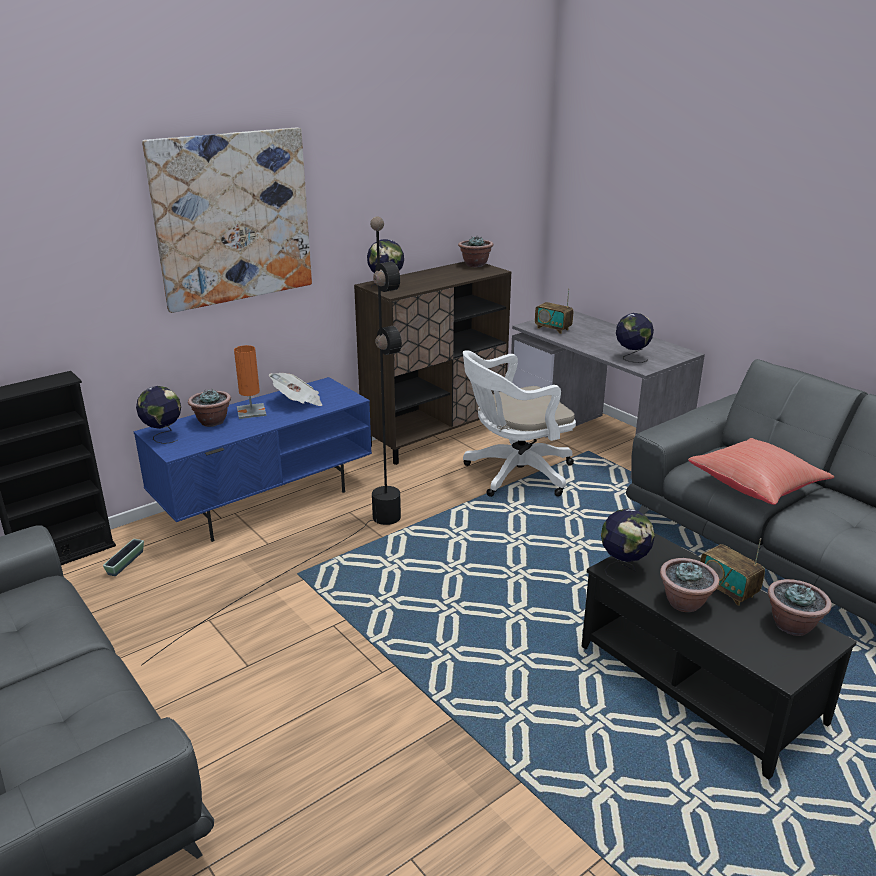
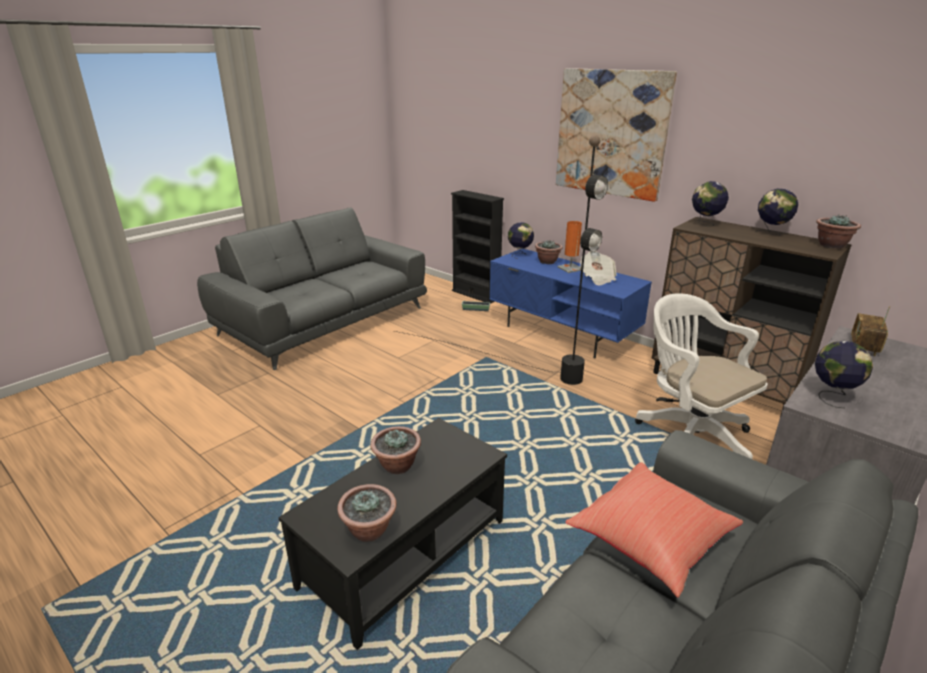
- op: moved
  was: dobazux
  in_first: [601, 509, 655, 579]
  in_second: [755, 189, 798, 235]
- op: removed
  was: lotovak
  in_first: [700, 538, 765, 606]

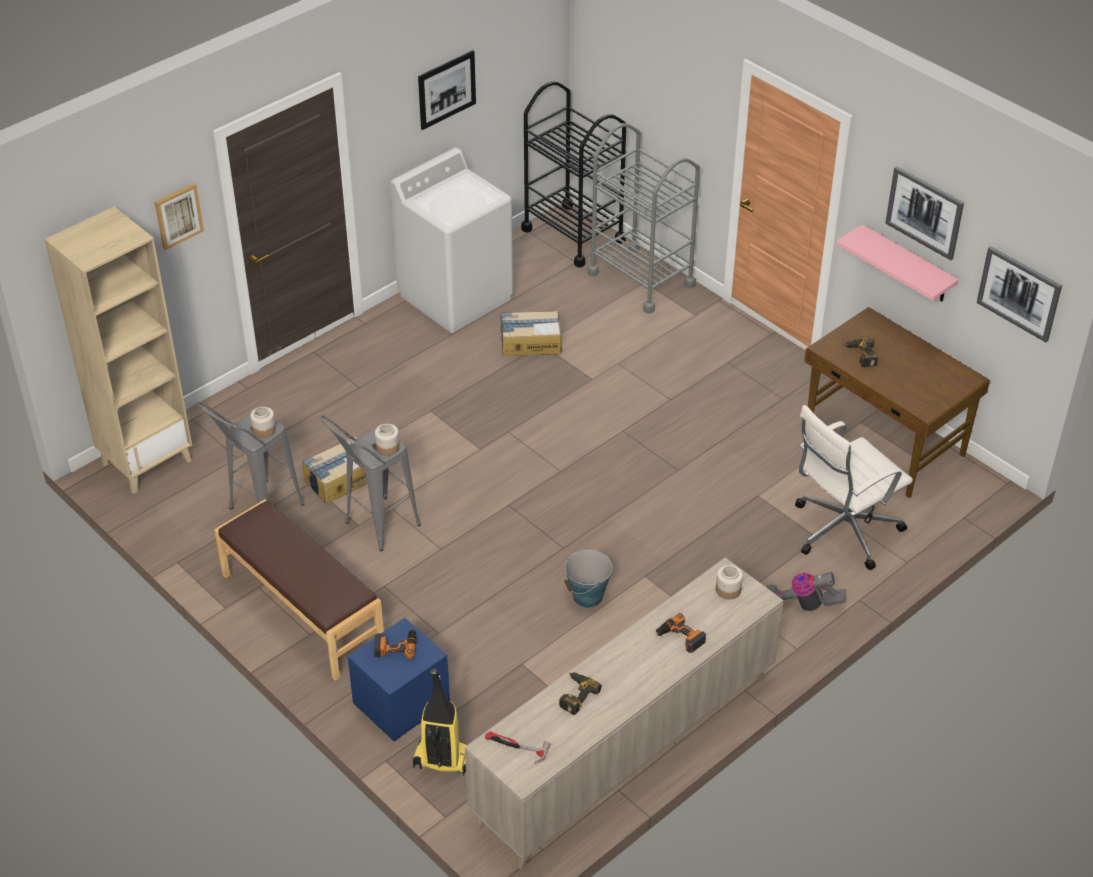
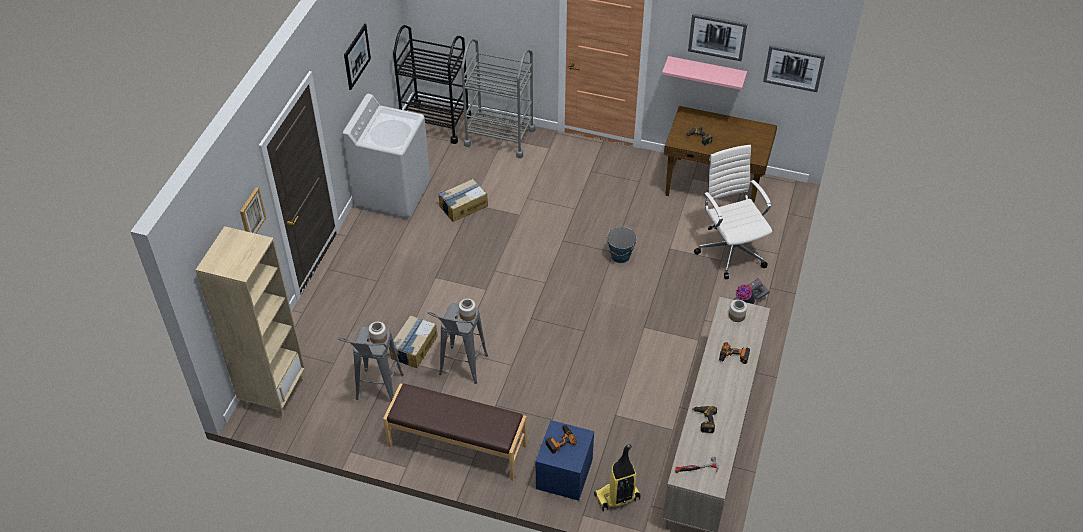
- op: moved
  was: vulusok
  in_first: [565, 549, 612, 608]
  in_second: [606, 227, 637, 263]
- op: turned
  was: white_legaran
  in_first: [795, 405, 913, 570]
  in_second: [694, 145, 772, 279]
  clockwise: 135

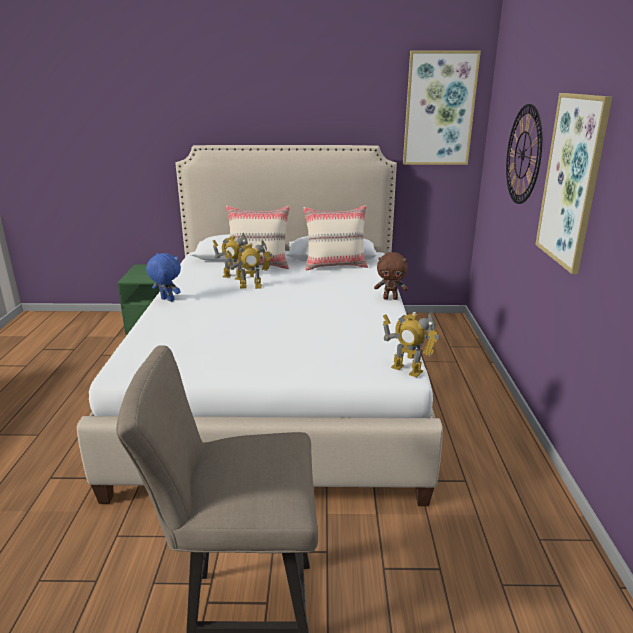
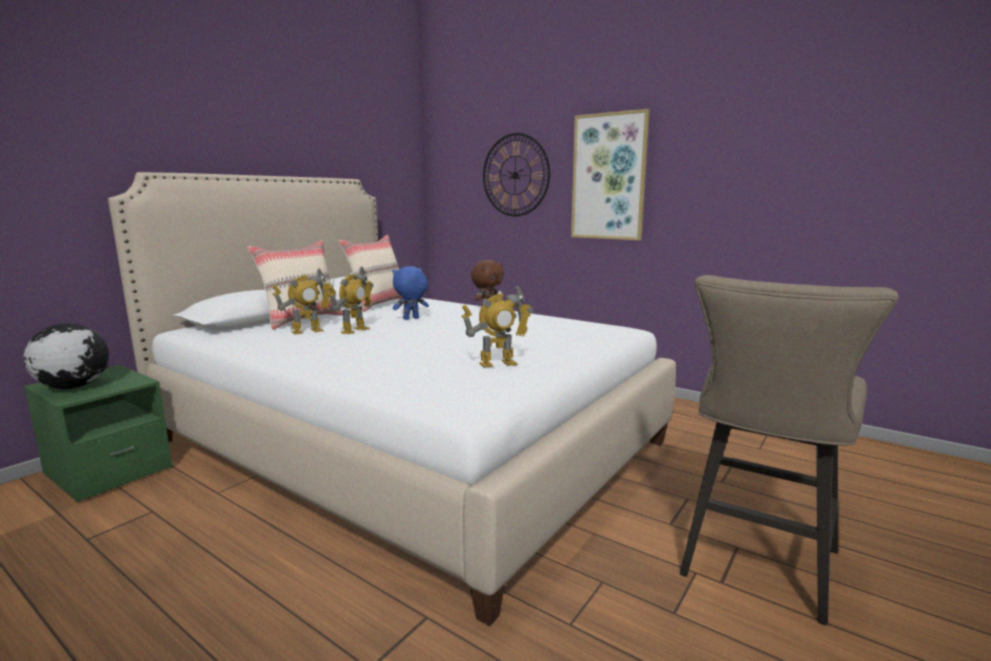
- op: added
  now: dobazux
  in_second: [24, 323, 109, 389]
- op: moved
  was: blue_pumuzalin
  in_first: [146, 253, 181, 301]
  in_second: [392, 266, 429, 320]
- op: moved
  was: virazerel
  in_first: [383, 312, 440, 377]
  in_second: [461, 285, 533, 368]
- op: removed
  was: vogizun
  in_first: [403, 50, 481, 165]

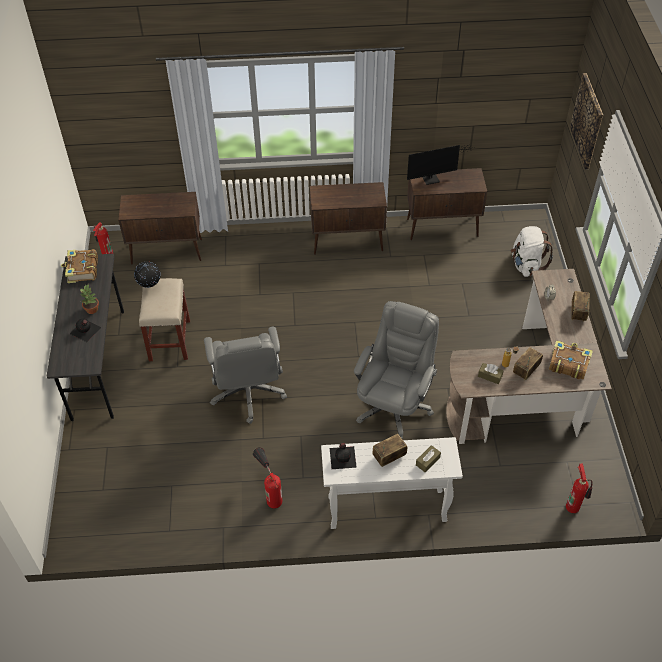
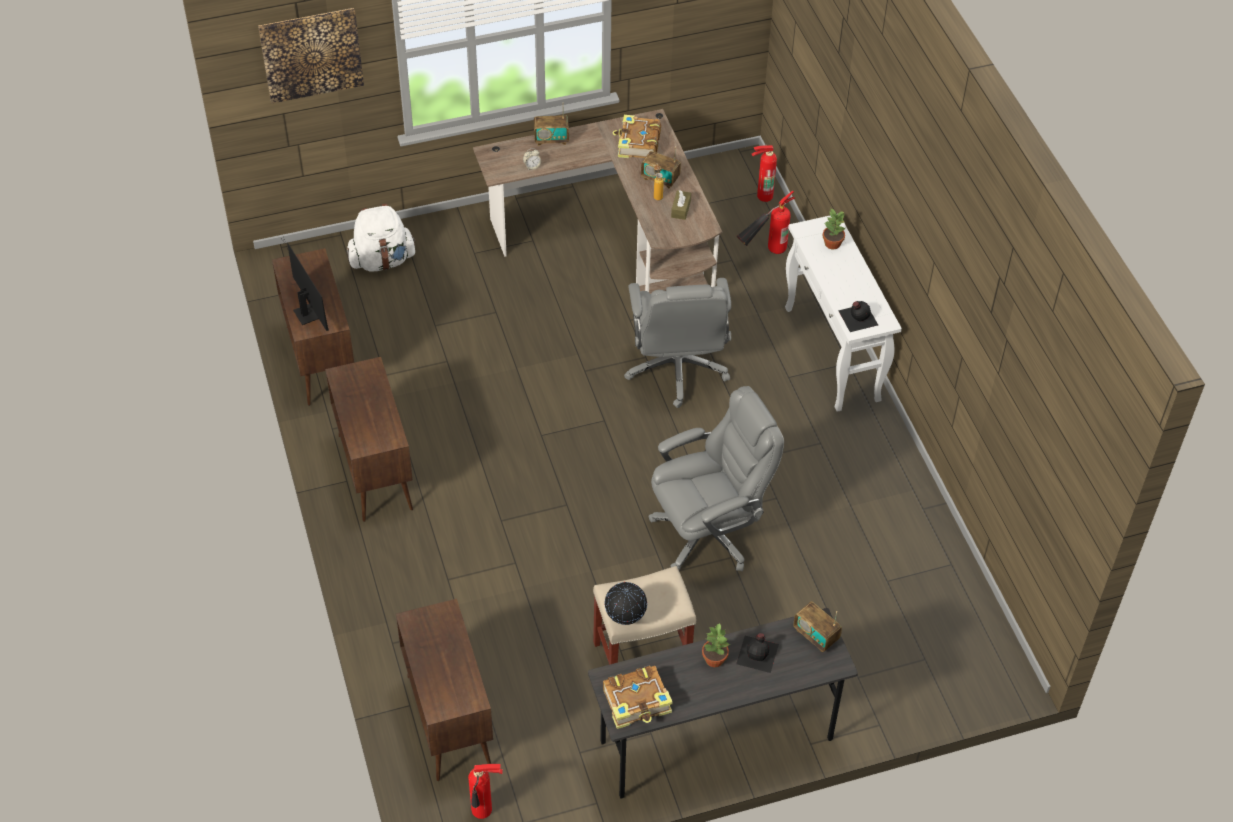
- op: turned
  was: grey_legaran
  in_first: [354, 301, 439, 439]
  in_second: [624, 278, 731, 408]
  clockwise: -105
- op: moved
  was: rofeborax
  in_first: [253, 447, 282, 509]
  in_second: [737, 190, 795, 254]
- op: moved
  was: lotovak
  in_first: [373, 434, 407, 467]
  in_second: [793, 601, 842, 652]
- op: replaced
  was: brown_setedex
  now: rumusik
  in_first: [416, 445, 441, 473]
  in_second: [823, 209, 845, 249]

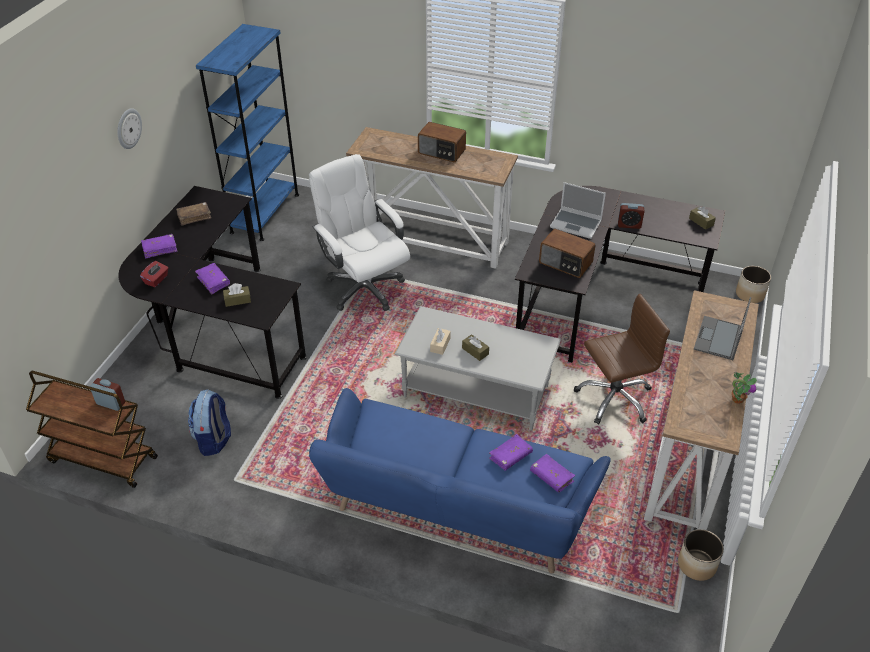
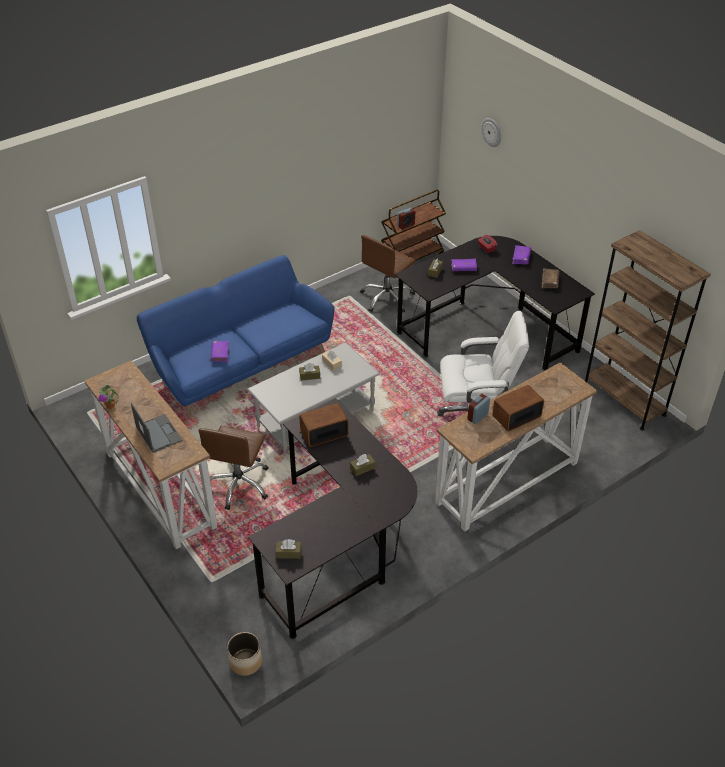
- op: replaced
  was: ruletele
  now: brown_setedex
  in_first: [550, 182, 606, 239]
  in_second: [350, 454, 375, 476]
- op: replaced
  was: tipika
  now: brown_legaran
  in_first: [188, 389, 231, 456]
  in_second: [360, 235, 416, 313]
- op: moved
  was: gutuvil
  in_first: [618, 203, 645, 229]
  in_second: [467, 394, 490, 424]
- op: moved
  was: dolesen
  in_first: [117, 108, 142, 149]
  in_second: [481, 118, 501, 147]
- op: recoloured
  was: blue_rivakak
  now: brown_rivakak
  in_first: [196, 24, 299, 241]
  in_second: [585, 230, 711, 431]
- op: removed
  was: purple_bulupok
  in_first: [530, 454, 575, 493]
- op: removed
  was: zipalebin
  in_first: [678, 529, 724, 581]

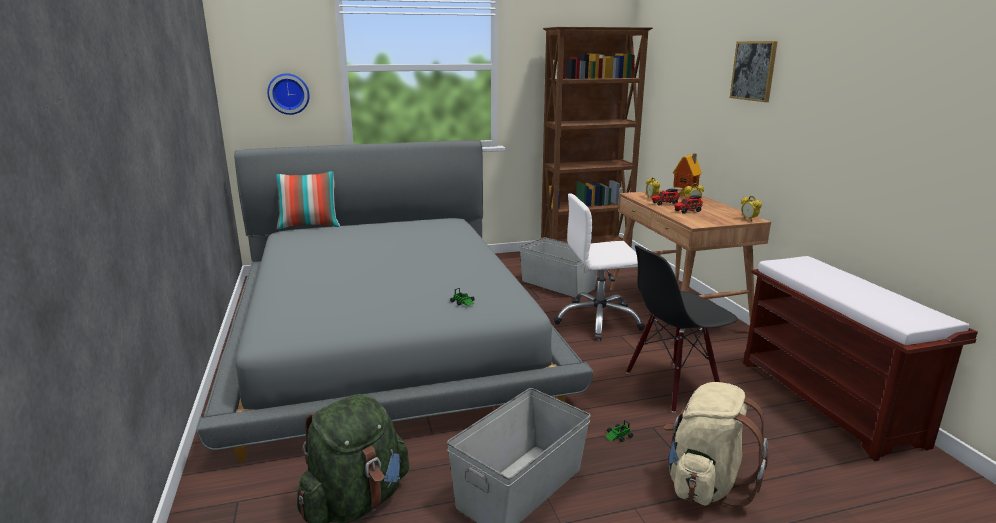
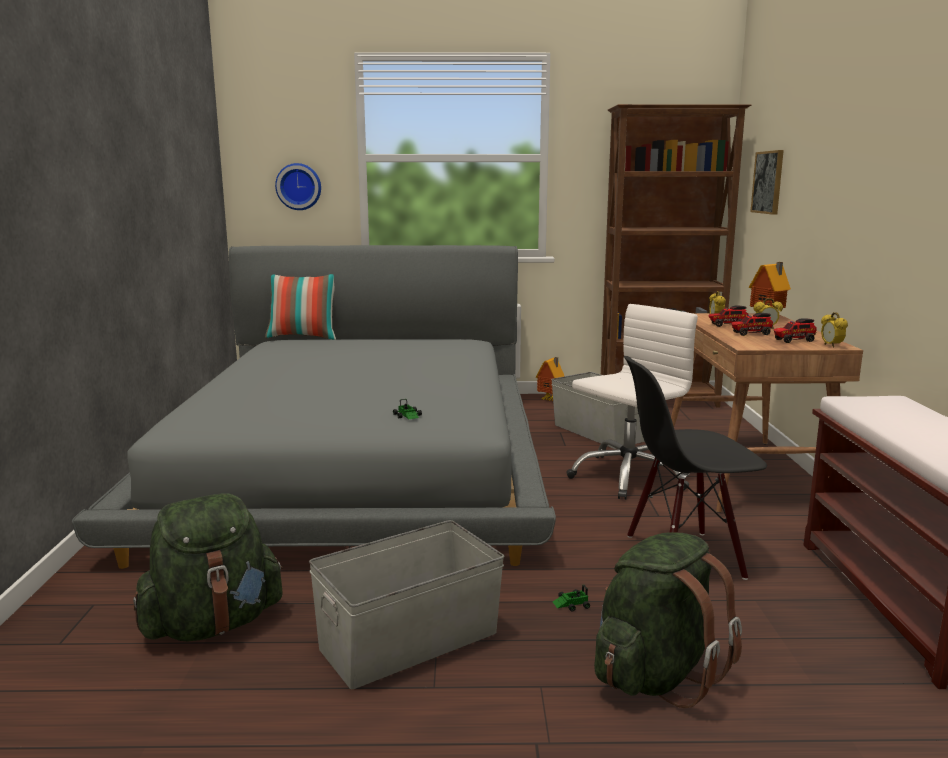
- op: added
  now: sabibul
  in_second: [536, 357, 564, 401]
- op: turned
  was: white_legaran
  in_first: [554, 193, 645, 341]
  in_second: [566, 304, 698, 500]
  clockwise: 135
- op: recoloured
  was: beige_tipika
  now: green_tipika
  in_first: [664, 382, 768, 507]
  in_second: [594, 532, 742, 708]
- op: moved
  was: vogizun
  in_first: [730, 41, 778, 102]
  in_second: [750, 150, 784, 215]
- op: added
  now: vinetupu
  in_second: [774, 318, 817, 343]

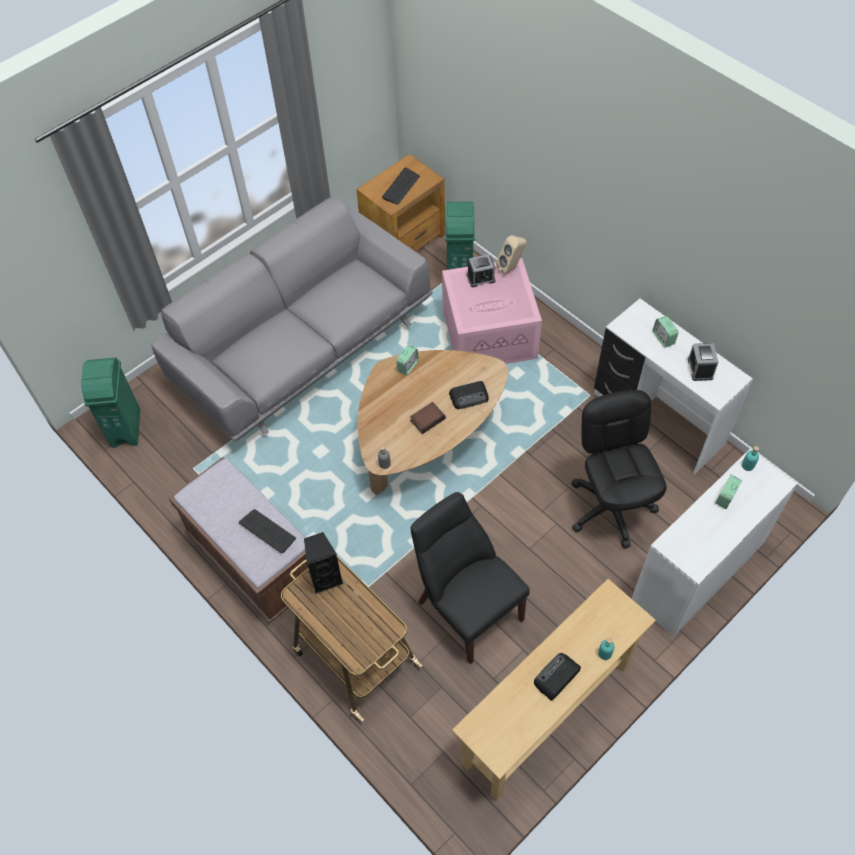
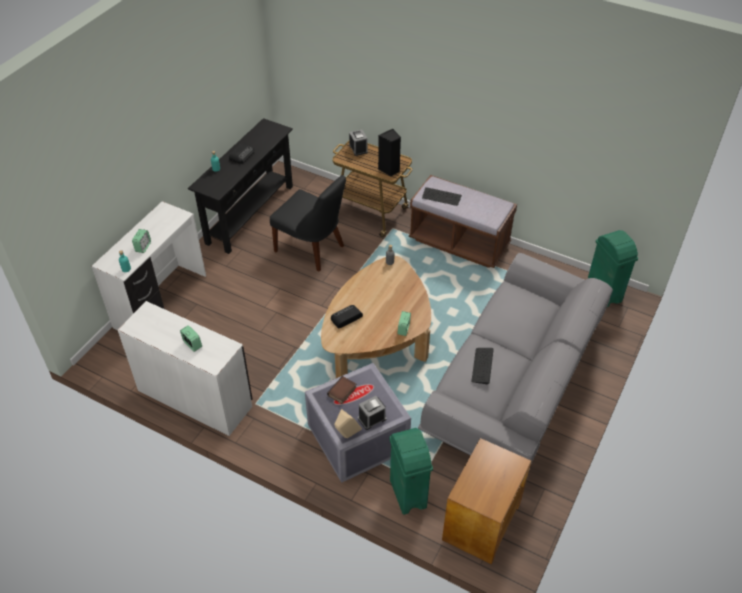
- op: recoloured
  was: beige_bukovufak
  now: black_bukovufak
  in_first: [452, 579, 656, 801]
  in_second: [188, 118, 293, 254]
- op: recoloured
  was: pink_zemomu
  now: grey_zemomu
  in_first: [442, 258, 542, 364]
  in_second: [305, 363, 411, 483]
- op: moved
  was: bulupok
  in_first: [410, 402, 446, 434]
  in_second: [327, 376, 357, 404]
- op: moved
  was: gutuvil
  in_first: [688, 343, 719, 381]
  in_second: [349, 129, 368, 156]
- op: moved
  was: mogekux
  in_first: [382, 167, 420, 205]
  in_second: [471, 348, 494, 384]
- op: removed
  was: black_legaran
  in_first: [571, 390, 667, 548]

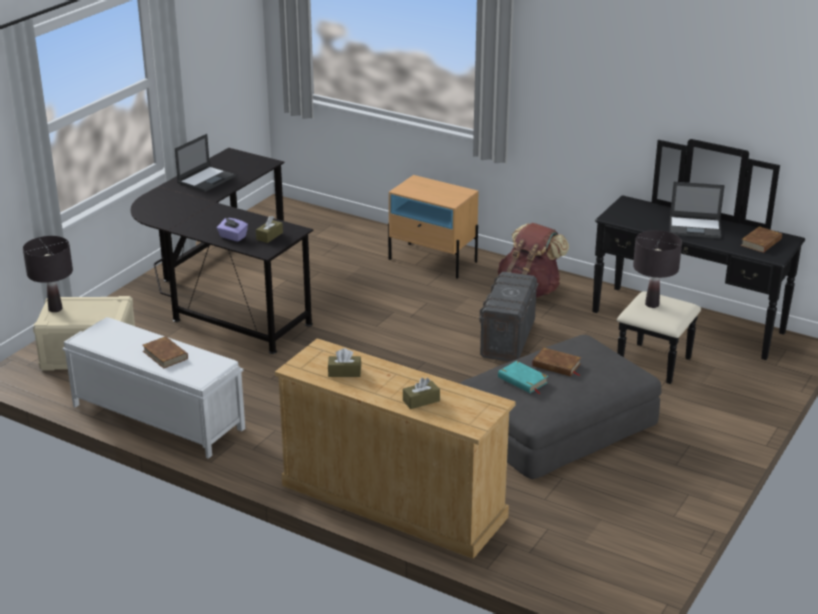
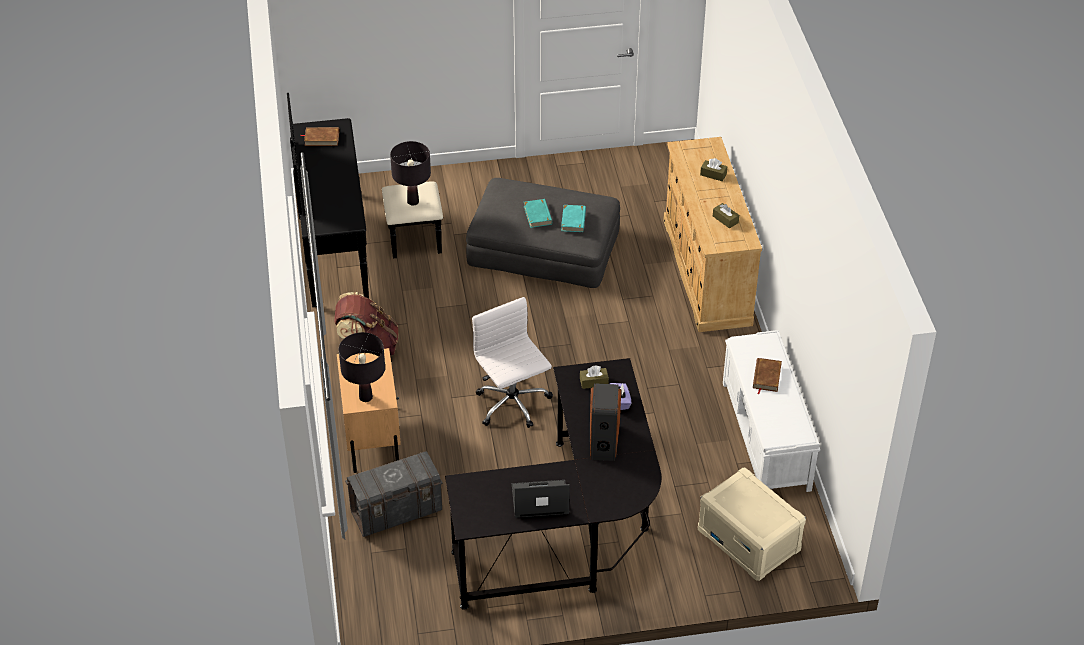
- op: moved
  was: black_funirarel
  in_first: [23, 236, 73, 312]
  in_second: [339, 332, 385, 402]
- op: moved
  was: grey_zemomu
  in_first: [479, 272, 539, 362]
  in_second: [345, 451, 443, 537]
- op: added
  now: white_legaran
  in_second: [472, 297, 553, 428]
- op: recoloured
  was: brown_bulupok
  now: turquoise_bulupok
  in_first: [532, 347, 581, 376]
  in_second: [524, 199, 552, 228]
- op: added
  now: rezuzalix
  in_second: [590, 383, 621, 461]
- op: removed
  was: ruletele
  in_first: [670, 182, 725, 239]

